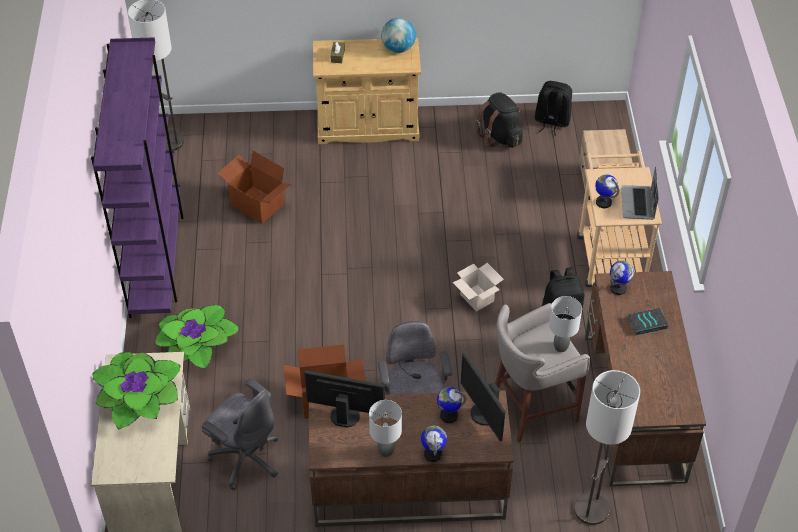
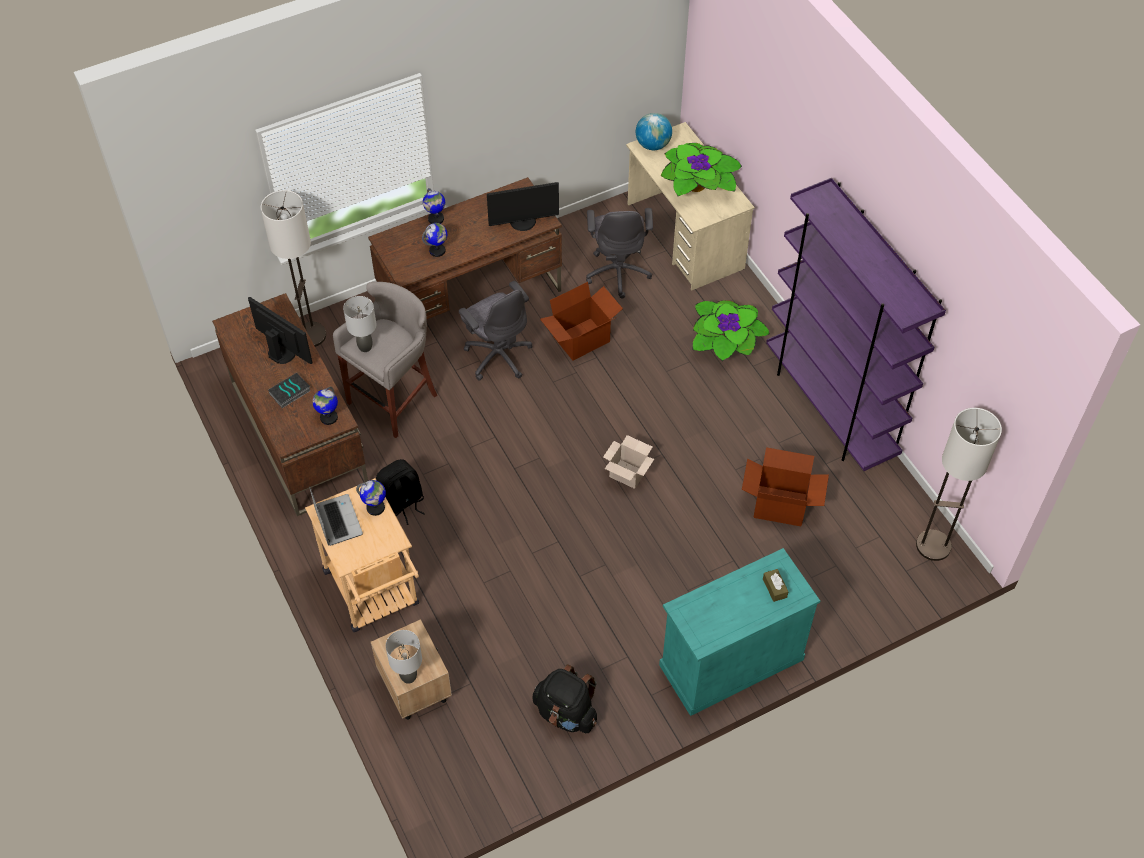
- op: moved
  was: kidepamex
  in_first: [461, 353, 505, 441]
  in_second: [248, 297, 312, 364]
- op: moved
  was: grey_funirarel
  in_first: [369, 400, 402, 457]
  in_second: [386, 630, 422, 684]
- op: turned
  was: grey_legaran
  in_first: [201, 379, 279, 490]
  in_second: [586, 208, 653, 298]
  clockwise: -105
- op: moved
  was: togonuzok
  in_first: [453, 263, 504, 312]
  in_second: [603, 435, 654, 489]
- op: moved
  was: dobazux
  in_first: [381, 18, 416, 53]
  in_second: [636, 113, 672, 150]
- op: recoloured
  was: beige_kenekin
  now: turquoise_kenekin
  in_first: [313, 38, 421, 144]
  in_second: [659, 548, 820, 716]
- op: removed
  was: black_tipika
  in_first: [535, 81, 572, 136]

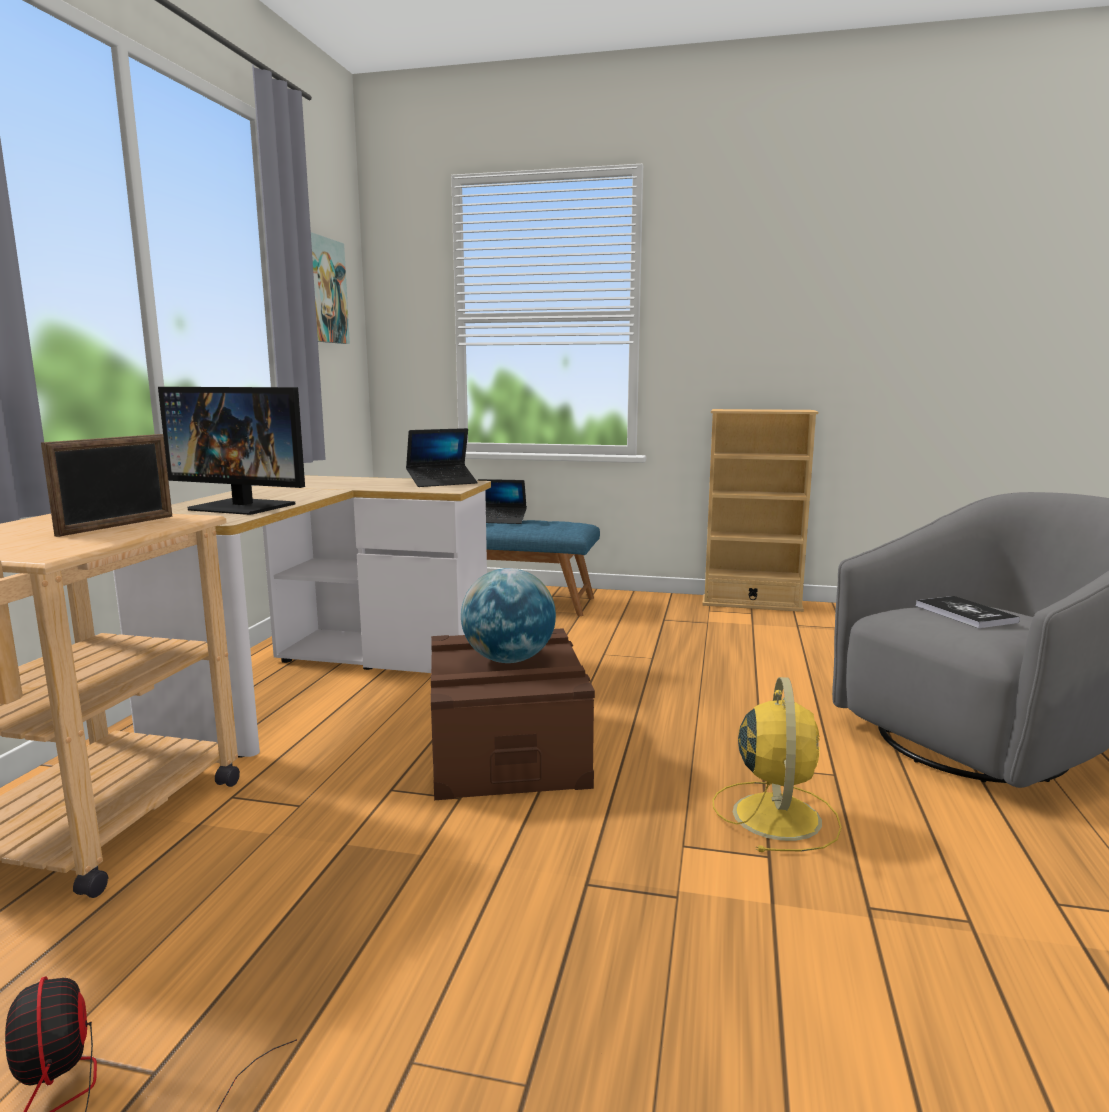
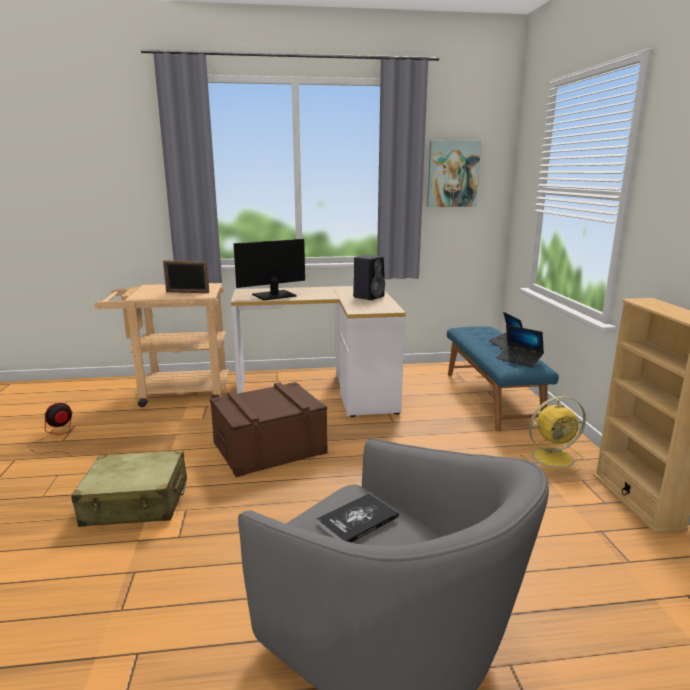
- op: added
  now: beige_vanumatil
  in_second: [71, 450, 187, 527]
- op: turned
  was: kidepamex
  in_first: [158, 387, 305, 515]
  in_second: [234, 239, 305, 301]
  clockwise: 60
- op: added
  now: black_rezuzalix
  in_second: [353, 255, 385, 300]
- op: moved
  was: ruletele
  in_first: [406, 428, 478, 487]
  in_second: [497, 325, 544, 367]
- op: moved
  was: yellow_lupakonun
  in_first: [713, 677, 842, 852]
  in_second: [520, 396, 586, 473]
- op: removed
  was: dobazux
  in_first: [461, 568, 556, 663]

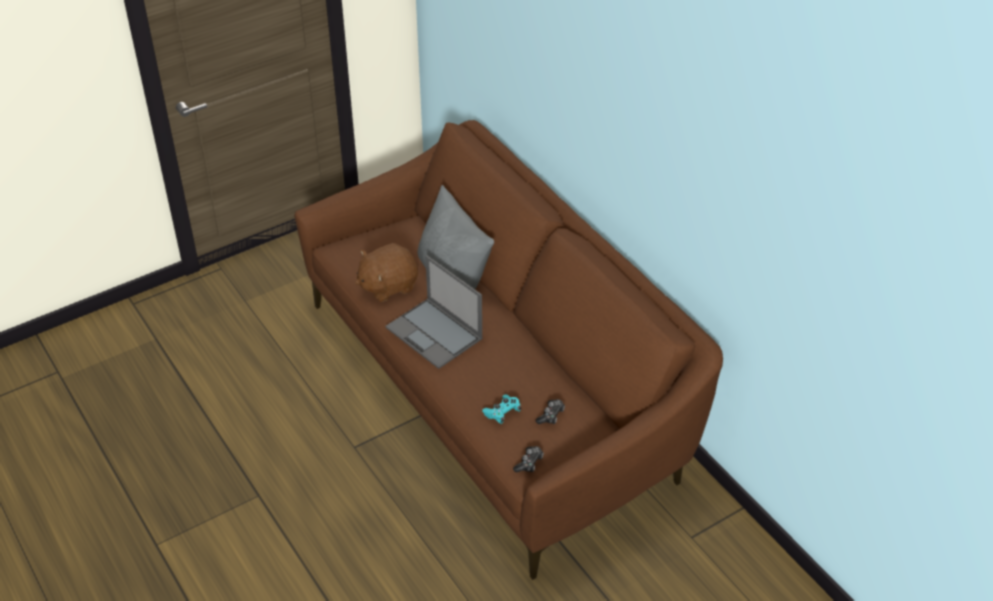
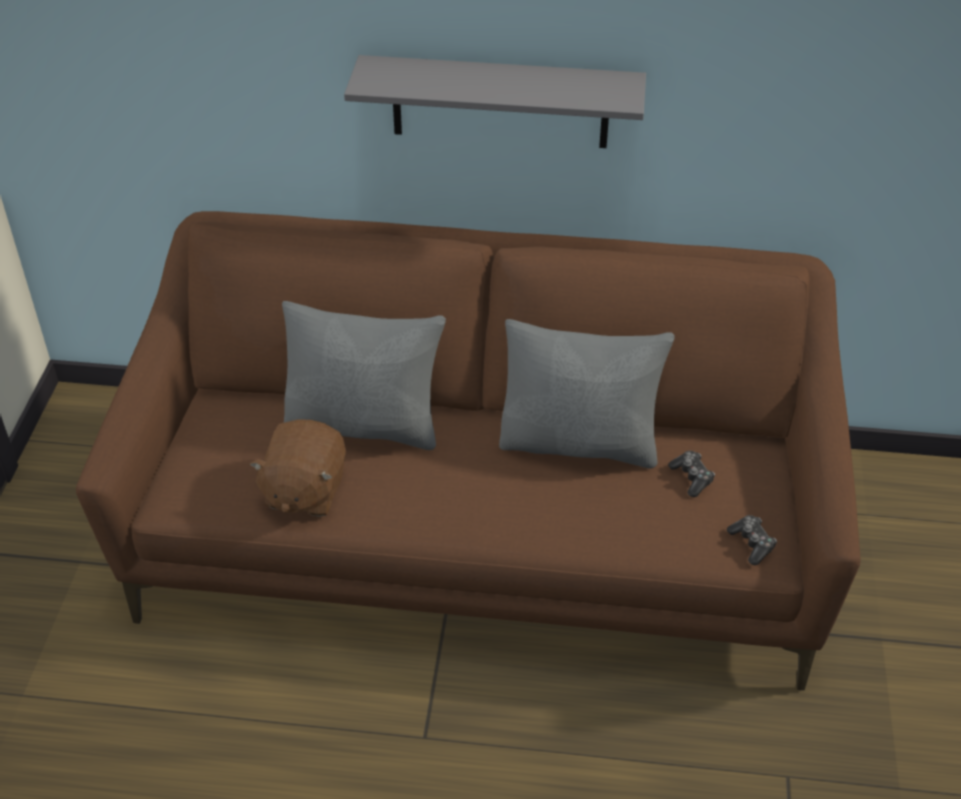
- op: added
  now: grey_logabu
  in_second: [344, 55, 646, 148]
- op: added
  now: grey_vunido
  in_second: [499, 319, 675, 468]
- op: removed
  was: ruletele
  in_first: [386, 255, 482, 369]
- op: removed
  was: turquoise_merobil
  in_first: [482, 394, 521, 424]

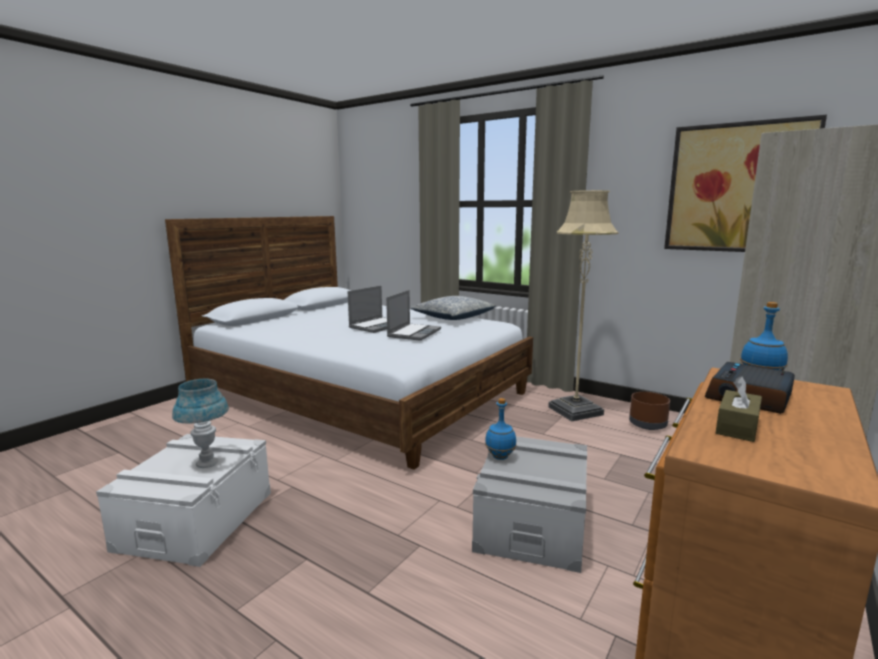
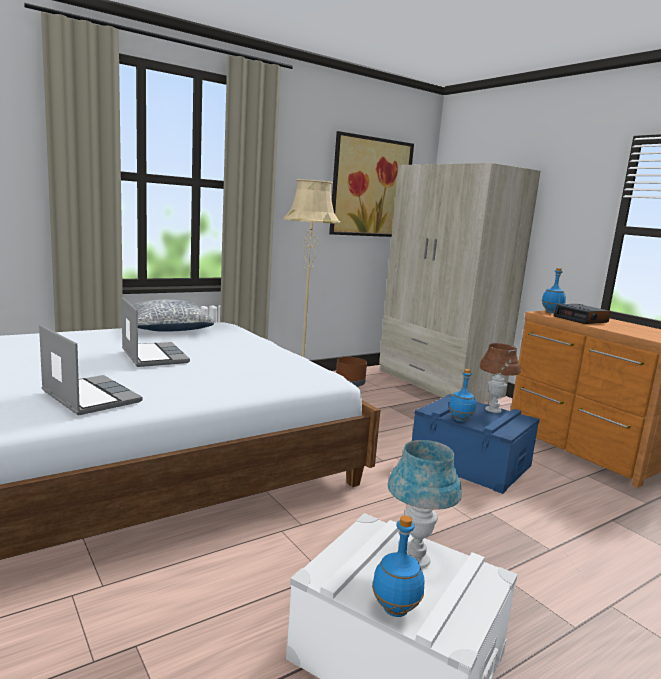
- op: moved
  was: ruletele
  in_first: [386, 290, 441, 341]
  in_second: [39, 325, 143, 416]
- op: added
  now: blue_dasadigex
  in_second: [372, 516, 424, 617]
- op: recoloured
  was: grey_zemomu
  now: blue_zemomu
  in_first: [472, 436, 587, 573]
  in_second: [412, 394, 540, 494]
- op: added
  now: brown_funirarel
  in_second: [479, 343, 520, 413]
- op: removed
  was: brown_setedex
  in_first: [716, 376, 762, 442]

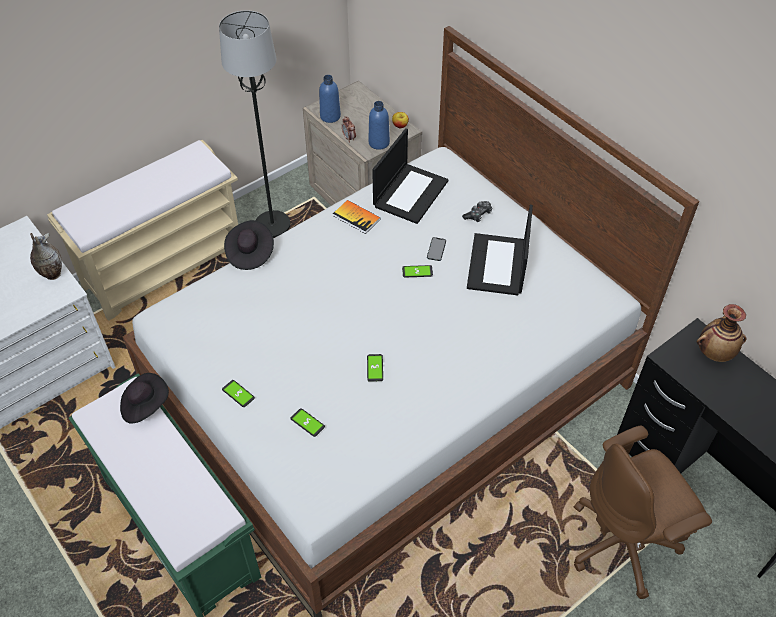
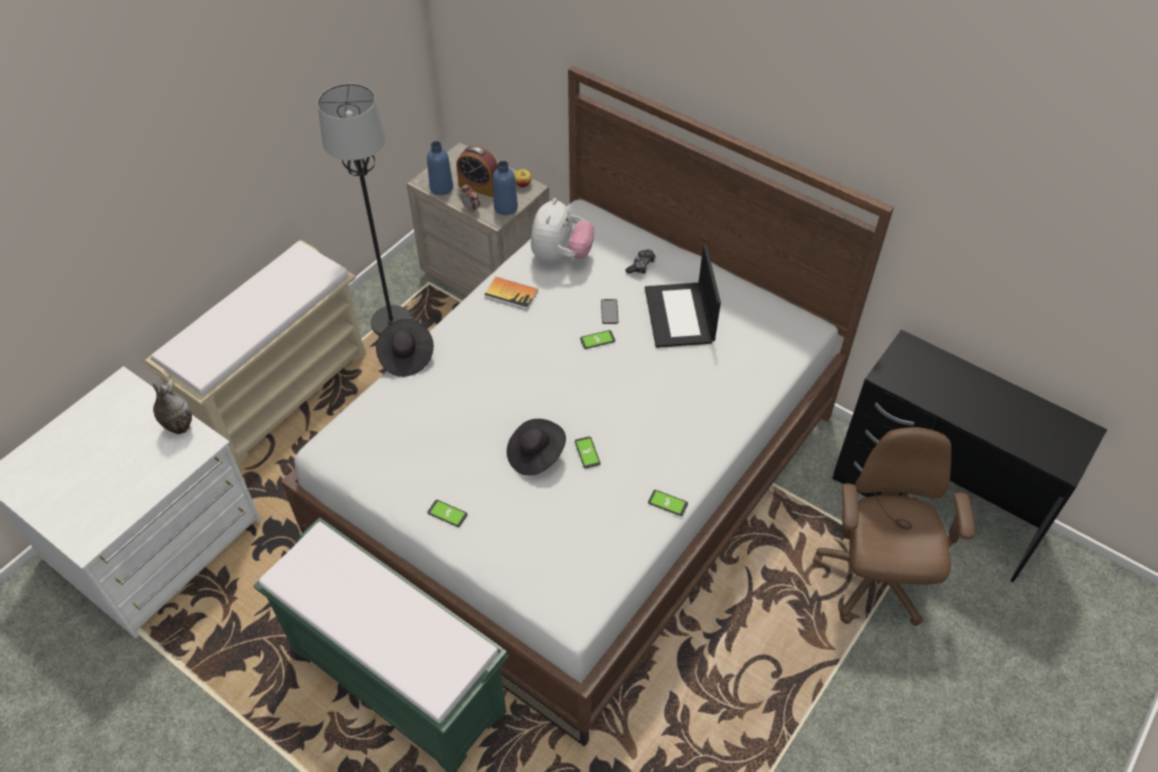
- op: added
  now: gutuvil
  in_second: [456, 145, 498, 197]
- op: moved
  was: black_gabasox
  in_first: [120, 373, 169, 423]
  in_second: [507, 419, 566, 476]
- op: replaced
  was: ruletele
  now: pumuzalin
  in_first: [372, 128, 449, 224]
  in_second: [531, 198, 594, 263]
- op: moved
  was: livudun
  in_first: [291, 408, 325, 437]
  in_second: [648, 490, 688, 516]
- op: turned
  was: brown_legaran
  in_first: [574, 425, 712, 599]
  in_second: [813, 427, 975, 626]
  clockwise: 135
- op: removed
  was: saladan
  in_first: [697, 304, 746, 362]

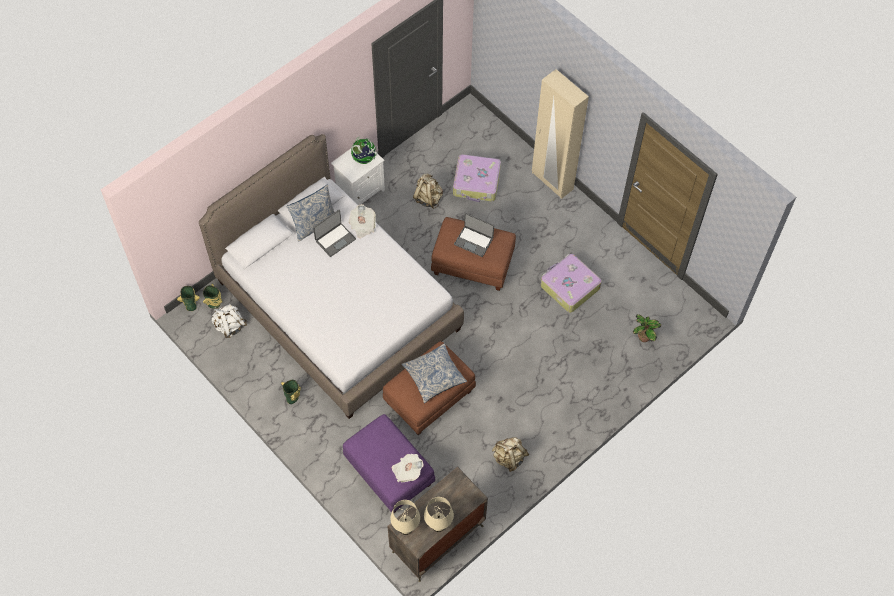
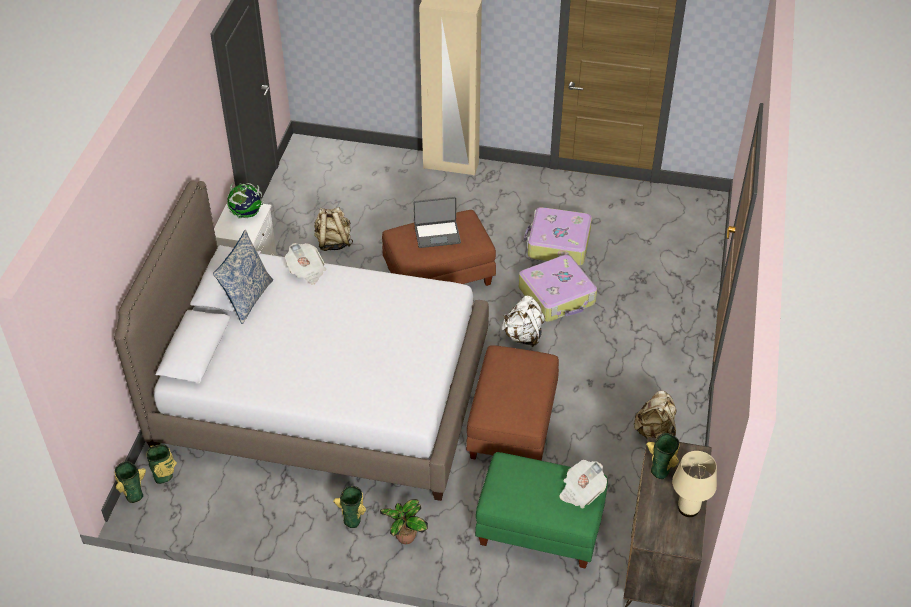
- op: moved
  was: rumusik
  in_first: [633, 314, 661, 342]
  in_second: [380, 499, 428, 544]
- op: recoloured
  was: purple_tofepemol
  now: green_tofepemol
  in_first: [343, 414, 435, 513]
  in_second: [475, 452, 608, 569]
- op: moved
  was: white_tipika
  in_first: [211, 304, 247, 338]
  in_second: [502, 295, 545, 347]
- op: moved
  was: vanumatil
  in_first: [453, 154, 501, 202]
  in_second: [519, 255, 597, 322]
- op: added
  now: saladan
  in_second: [646, 433, 680, 479]
- op: removed
  was: ruletele
  in_first: [313, 210, 356, 257]
- op: removed
  was: beige_funirarel
  in_first: [390, 500, 420, 535]
- op: removed
  was: vunido
  in_first: [402, 343, 467, 403]

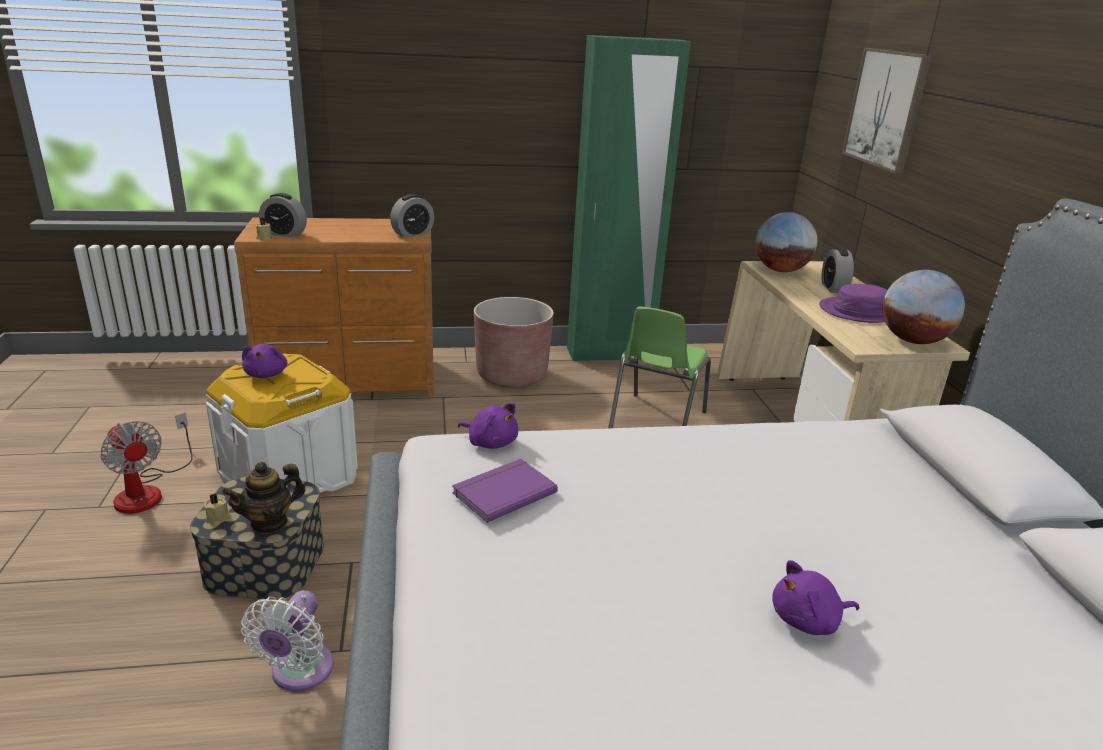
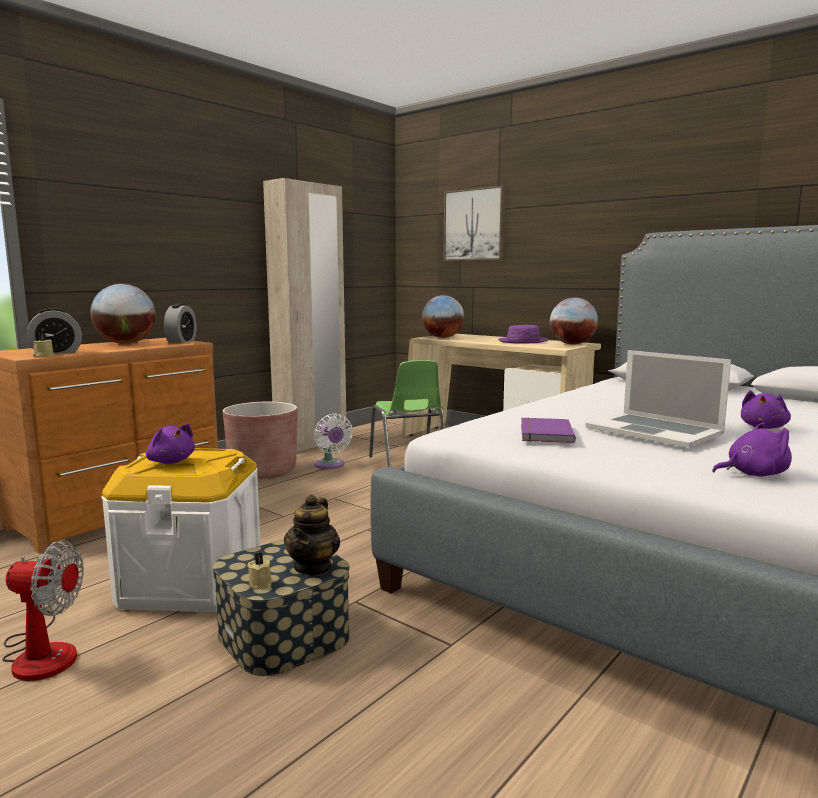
- op: added
  now: dobazux
  in_second: [90, 284, 156, 344]
- op: recoloured
  was: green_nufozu
  now: beige_nufozu
  in_first: [567, 35, 691, 361]
  in_second: [263, 178, 347, 452]
- op: moved
  was: white_lupakonun
  in_first: [241, 590, 334, 691]
  in_second: [314, 413, 353, 469]
- op: added
  now: ruletele
  in_second: [585, 350, 731, 448]
- op: moved
  was: purple_pumuzalin
  in_first: [458, 403, 518, 449]
  in_second: [712, 422, 792, 477]
- op: removed
  was: gutuvil
  in_first: [822, 248, 854, 293]

